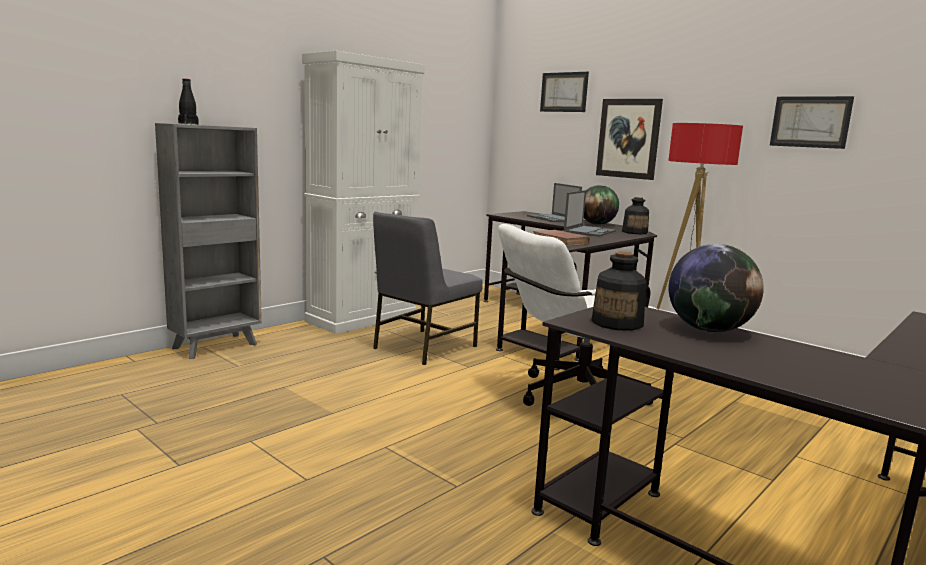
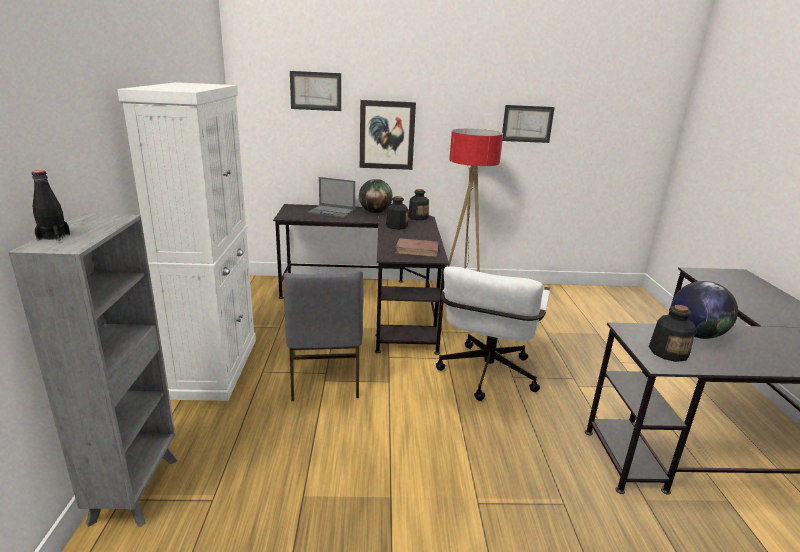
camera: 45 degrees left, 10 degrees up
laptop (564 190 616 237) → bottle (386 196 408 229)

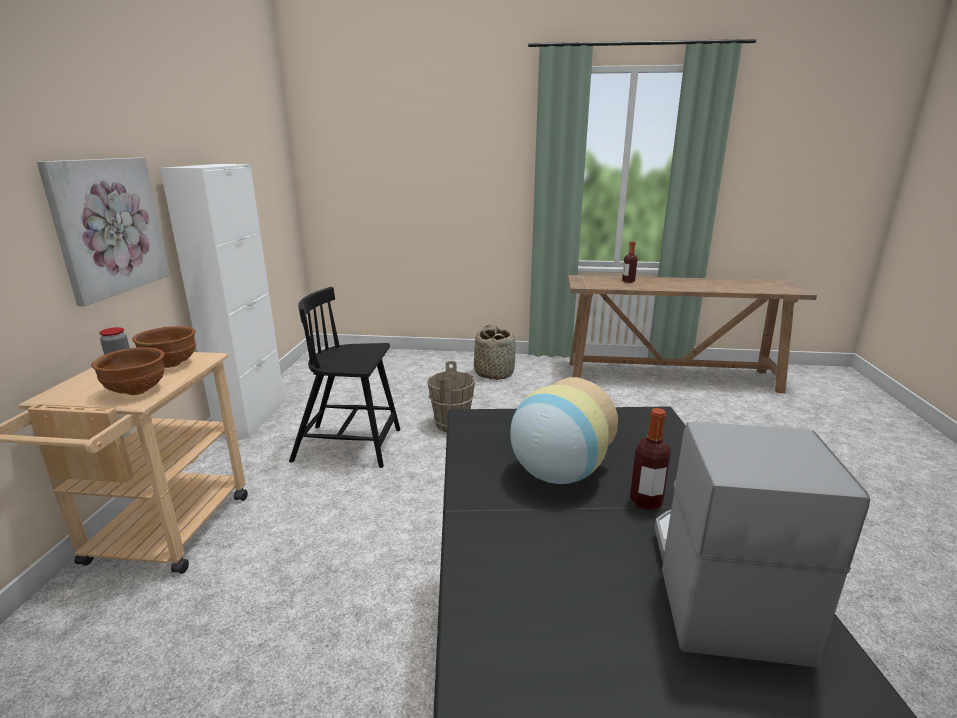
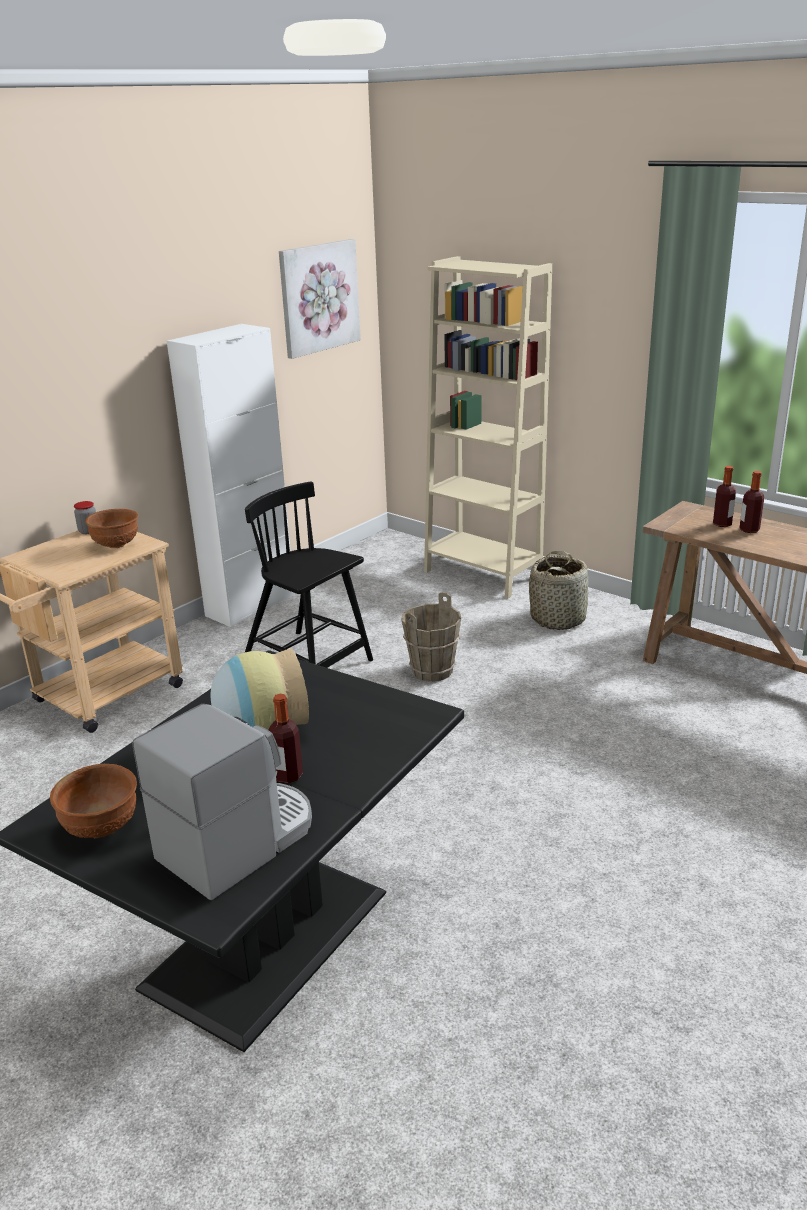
camera: 35 degrees right, 5 degrees up
picture (37 157 170 306) → picture (279 239 361 359), relocated
brown bowl (91 347 164 395) → brown bowl (50 764 137 838), relocated
- → beige bookcase (424 256 552 599)
- → bottle (713 466 736 527)

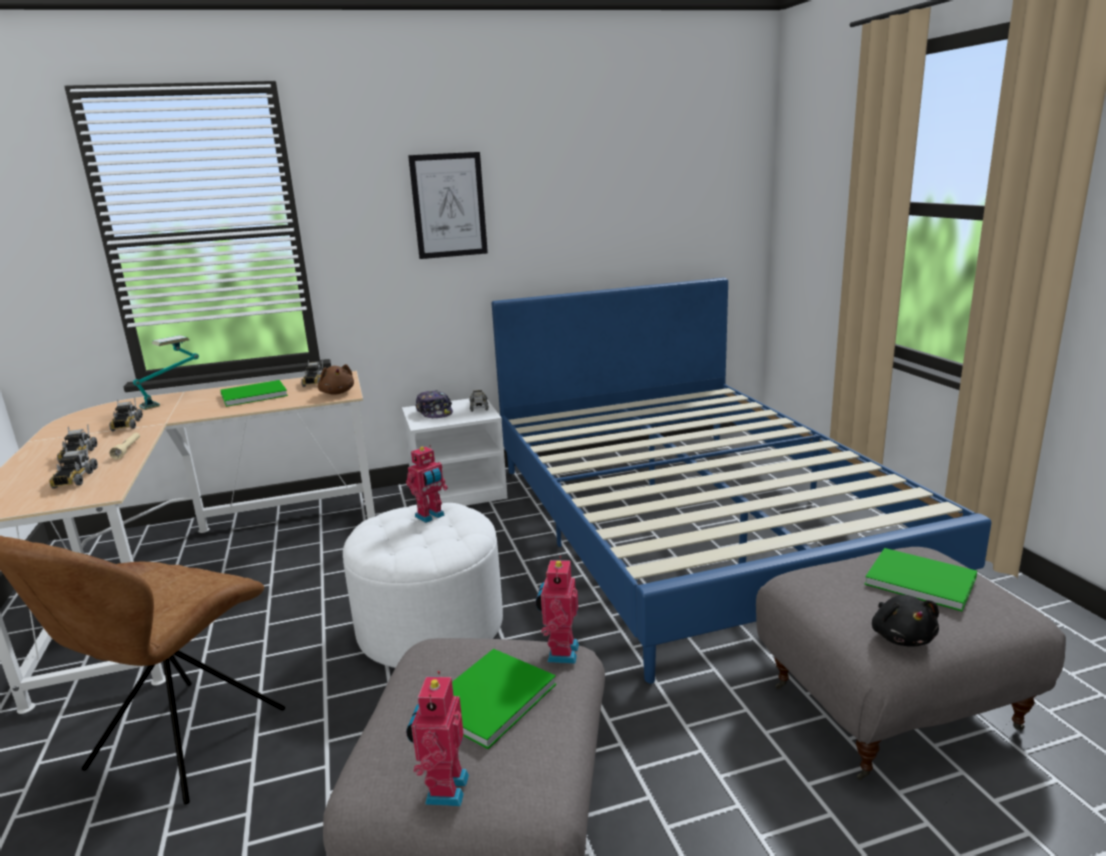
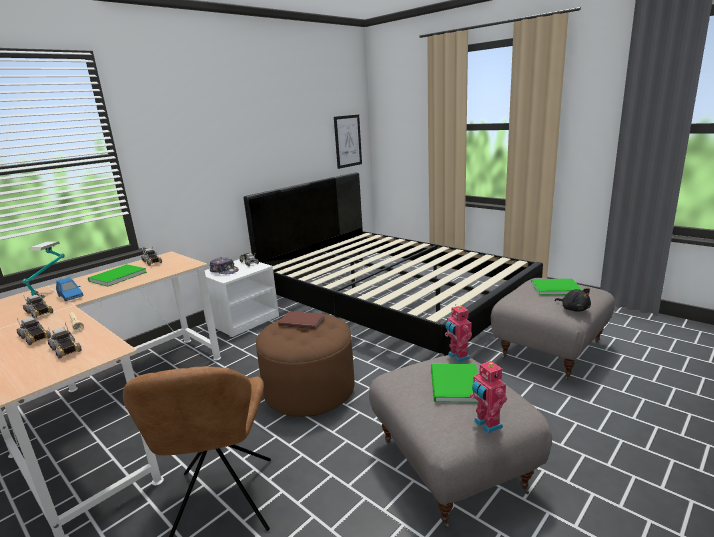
camera: 30 degrees left, 0 degrees up
brown plush toy (318 364 354 395) → -
white ottoman (343 503 503 668) → brown ottoman (256 313 355 417)
toy robot (406 445 448 523) → brown book (278 311 325 329)
picture (408 152 488 259) → picture (334 115 362 169), relocated
blue bed (492 278 991 684) → black bed (244 172 543 356)
- → blue toy car (56 278 84 301)

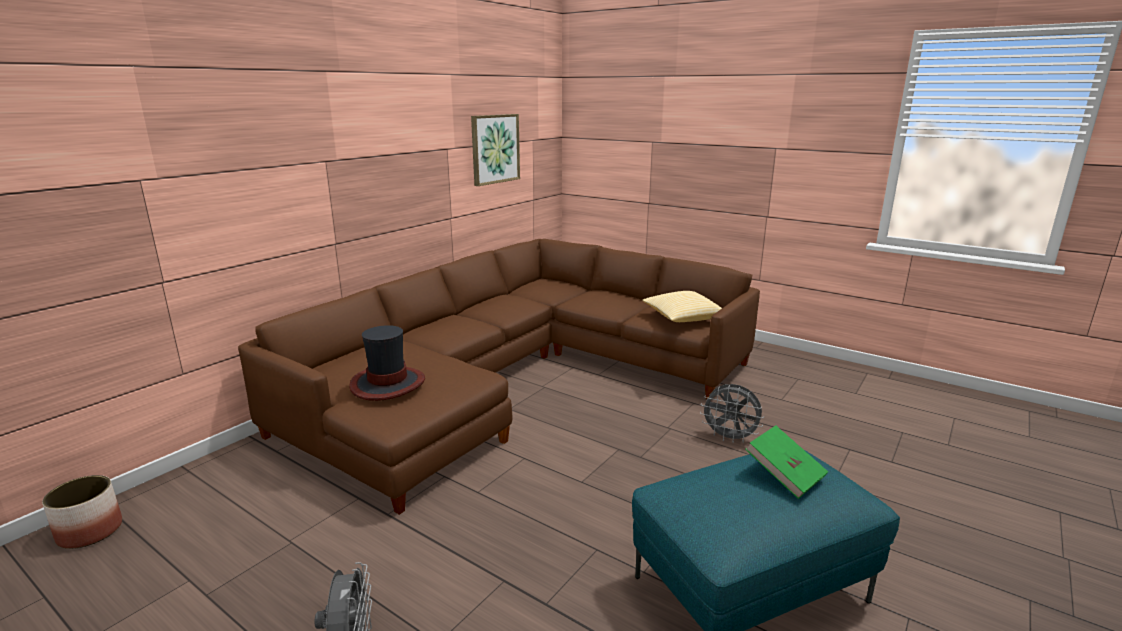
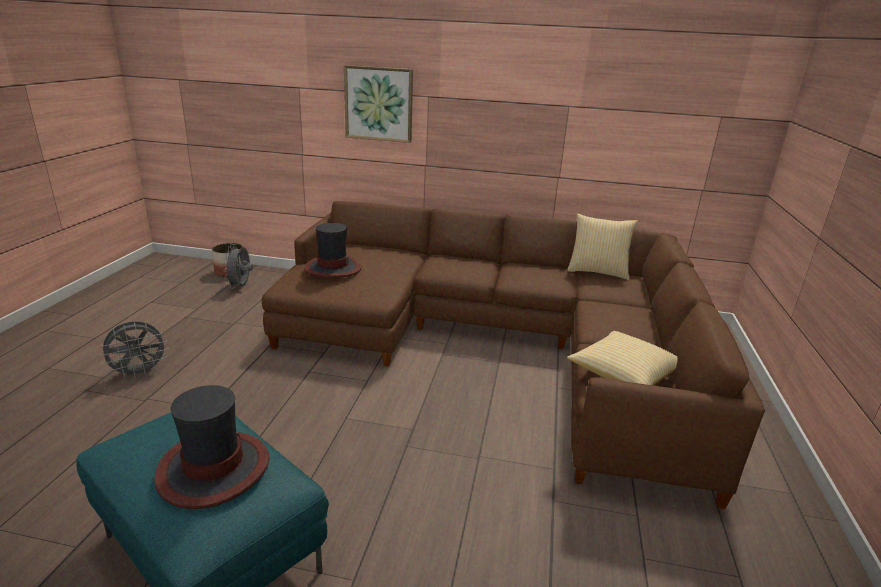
camera: 65 degrees right, 5 degrees up
picture (471 114 520 186) → picture (344 65 413 143), relocated
grey fan (700 384 764 443) → grey fan (223 244 253 289), relocated
green book (745 426 828 499) → hat (154 385 270 509)
- → pillow (567 214 638 280)

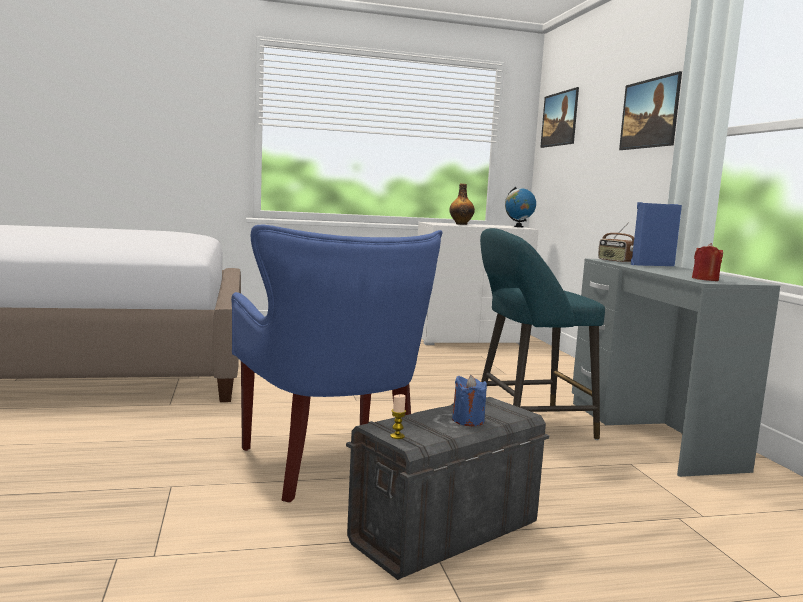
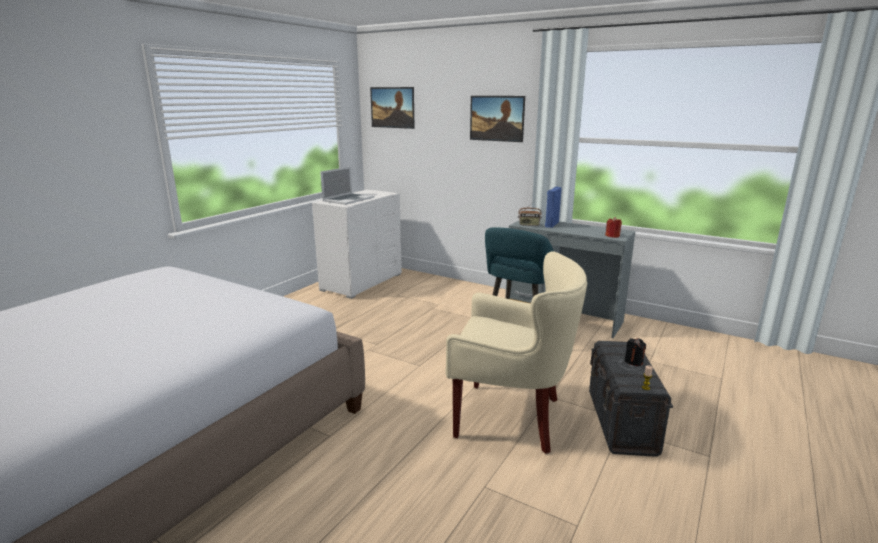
camera: 45 degrees left, 10 degrees up
blue armchair (231 225 442 503) → beige armchair (446 252 587 454)
bottle (449 183 475 225) → laptop (320 167 374 205)
blue candle (452 375 487 426) → black candle (624 338 646 366)
globe (505 187 536 227) → -

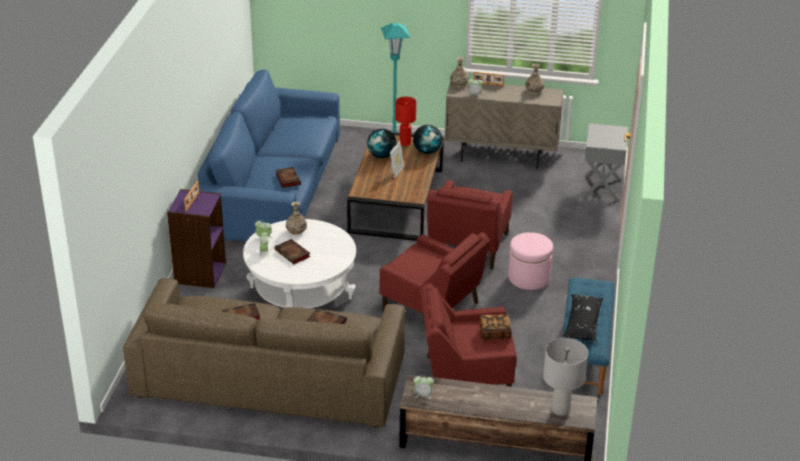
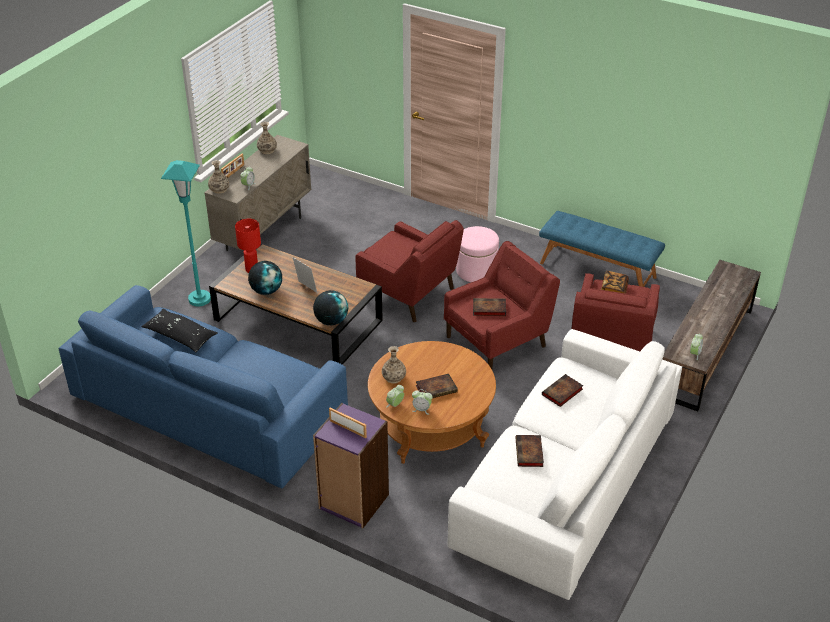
camera: 70 degrees left, 5 degrees up
brown sofa (123 278 405 428) → white sofa (447 329 682 600)
white coffee table (243 219 356 308) → brown coffee table (368 341 496 464)
book (276 167 301 188) → book (473 298 506 316), relocated
globe (413 125 442 154) → globe (313 290 348 325), relocated
grey table lamp (543 338 588 416) → -
black pillow (562 294 603 341) → black pillow (141 309 218 352), relocated
grey nightstand (581 123 628 201) → -

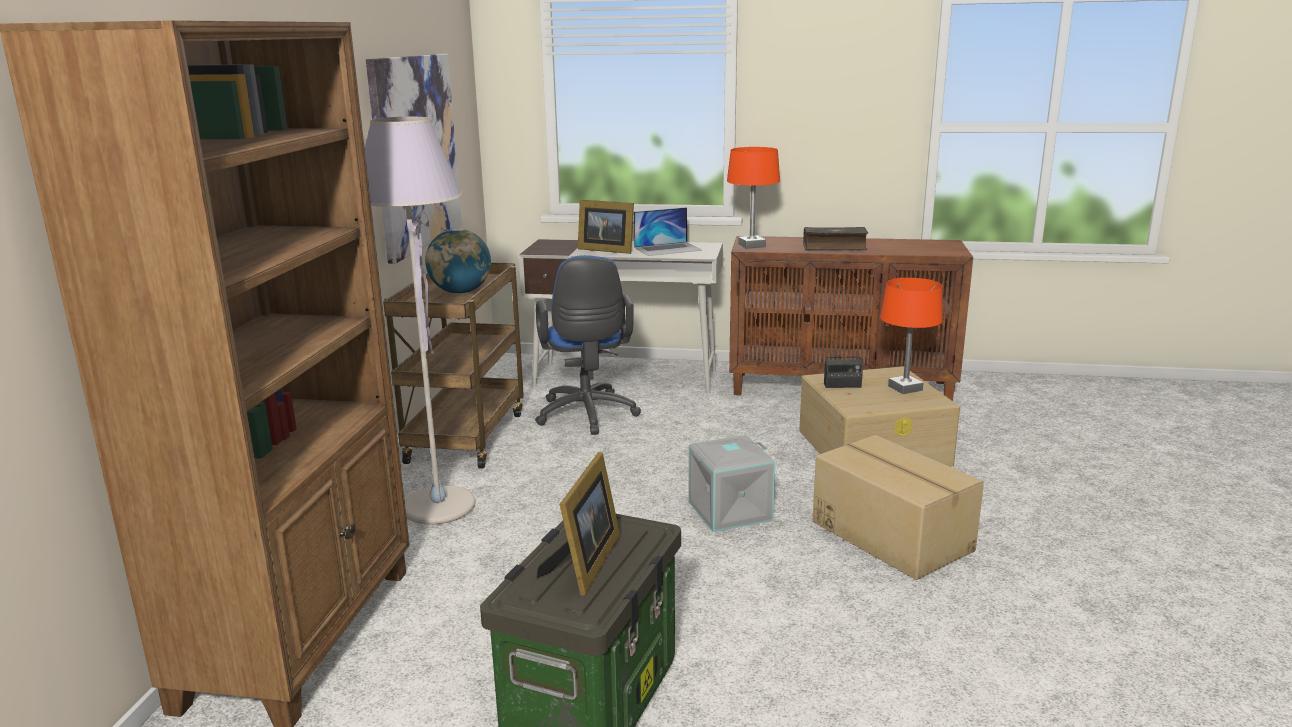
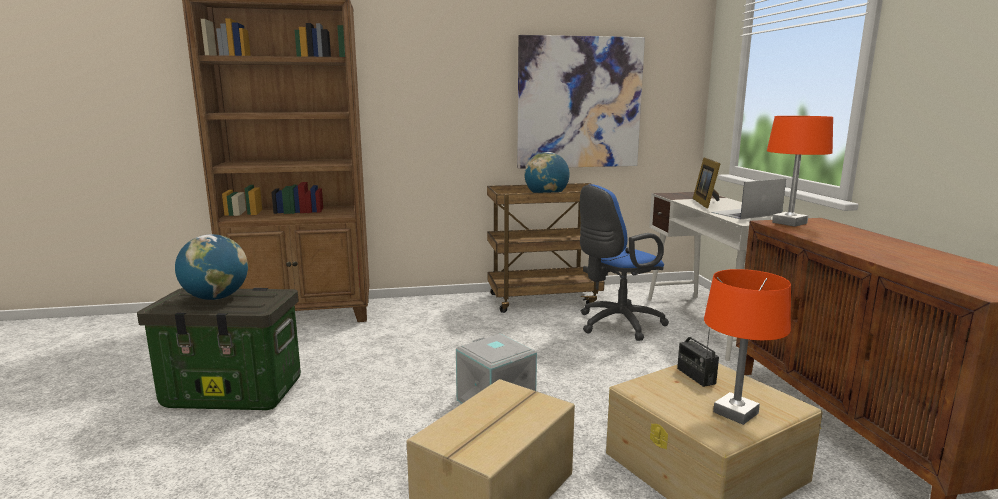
camera: 70 degrees right, 5 degrees down
grey floor lamp (365 117 476 525) → -
picture frame (536 452 620 596) → globe (175 234 248 300)
laptop (634 207 702 256) → laptop (711 179 786 219), 105 degrees clockwise
book (803 227 868 250) → -

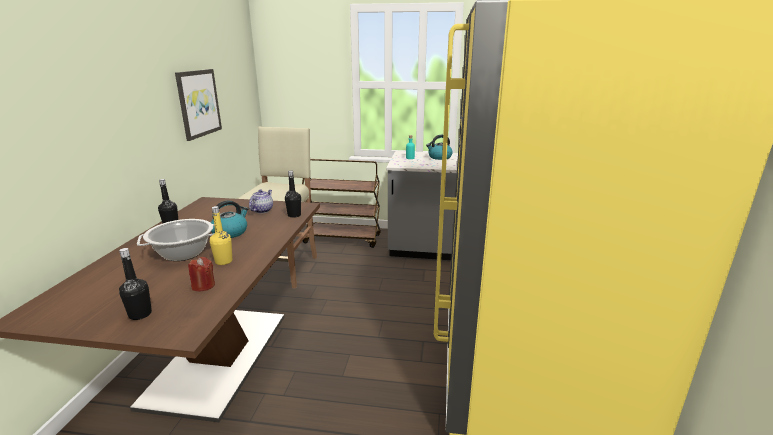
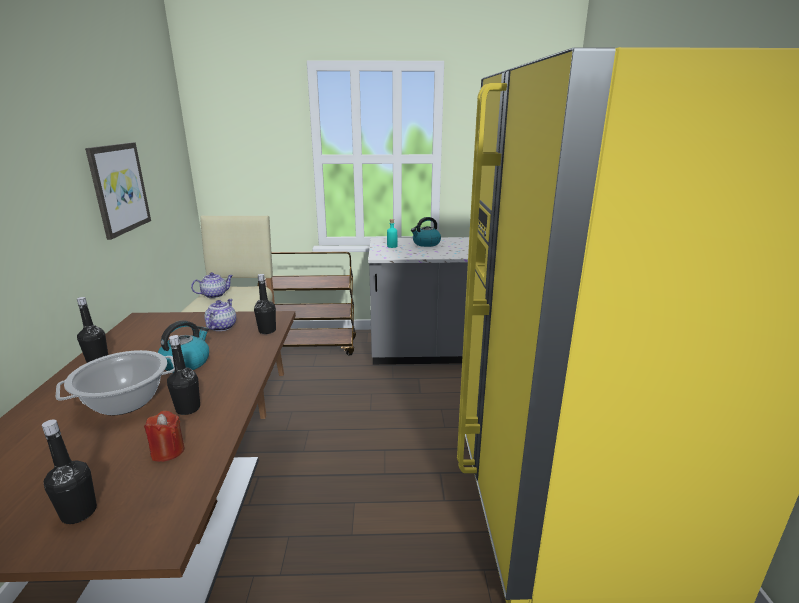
camera: 10 degrees left, 0 degrees up
yellow bottle (210 206 232 265) → black bottle (167 335 200 415)
- → teapot (191 272 233 298)

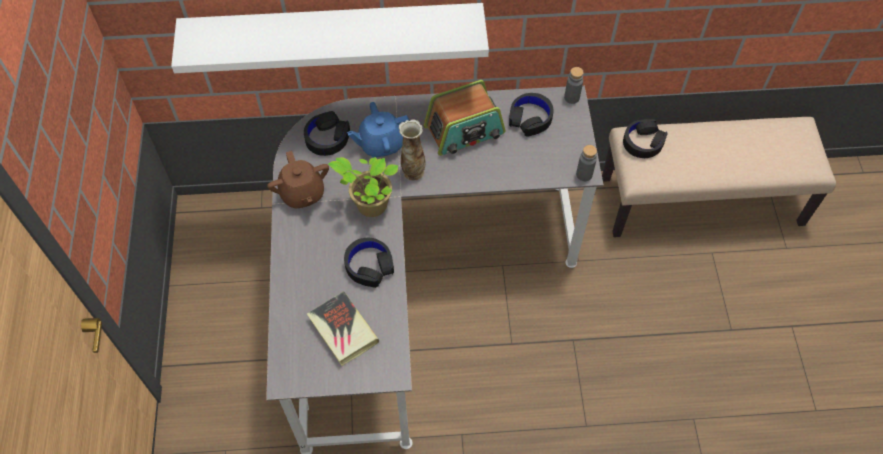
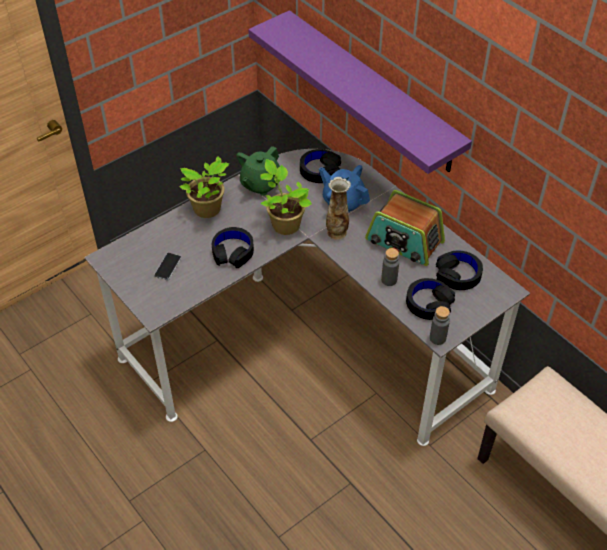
camera: 55 degrees right, 10 degrees down
white shelf (171 3 489 73) → purple shelf (248 10 472 174)
brown teapot (267 151 329 209) → green teapot (236 146 280 196)
book (307 291 379 366) → phone (154 253 182 280)
grey bottle (564 67 584 104) → grey bottle (381 248 399 286), relocated
black headphones (623 119 668 158) → black headphones (406 278 455 320), relocated
- → potted plant (180 156 229 218)

